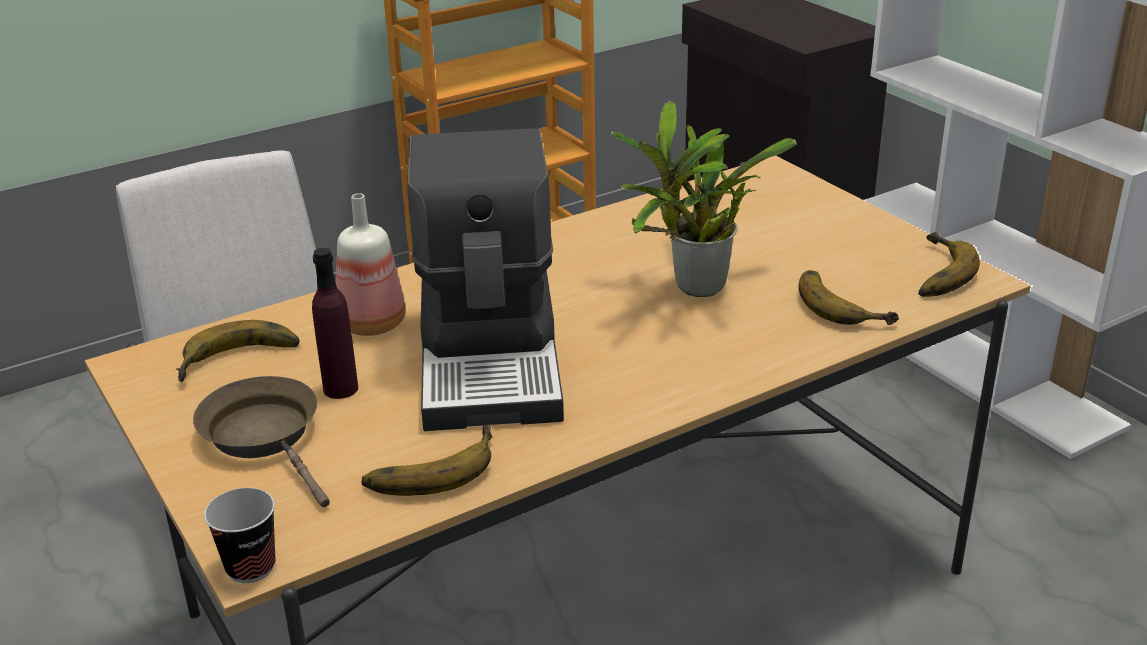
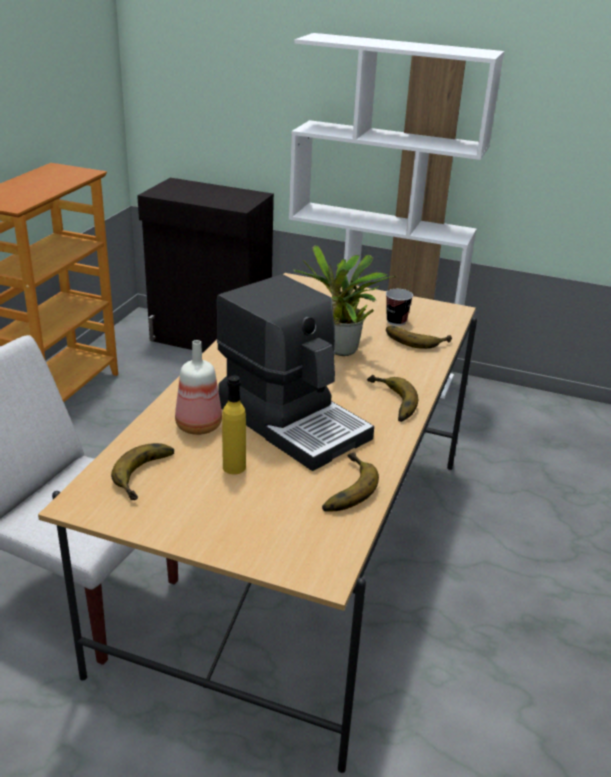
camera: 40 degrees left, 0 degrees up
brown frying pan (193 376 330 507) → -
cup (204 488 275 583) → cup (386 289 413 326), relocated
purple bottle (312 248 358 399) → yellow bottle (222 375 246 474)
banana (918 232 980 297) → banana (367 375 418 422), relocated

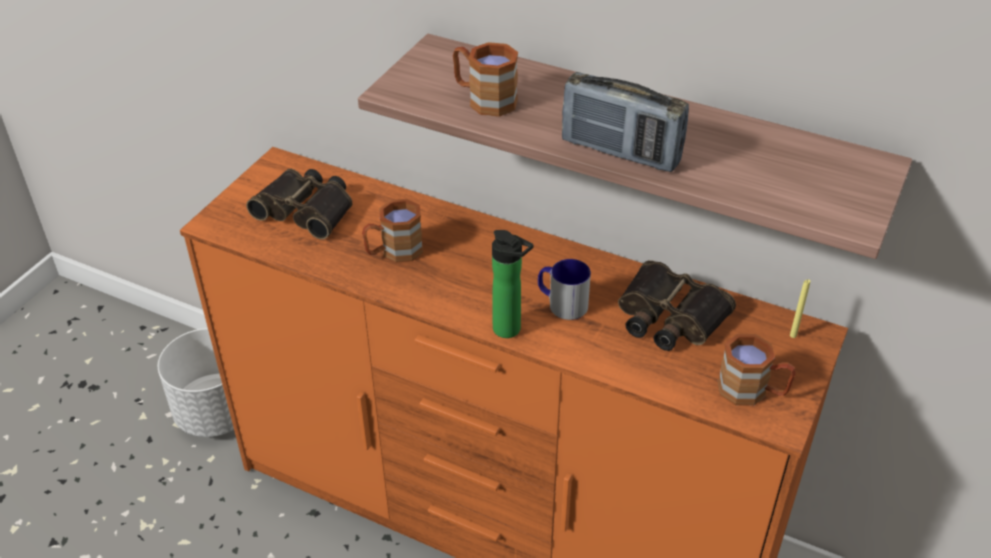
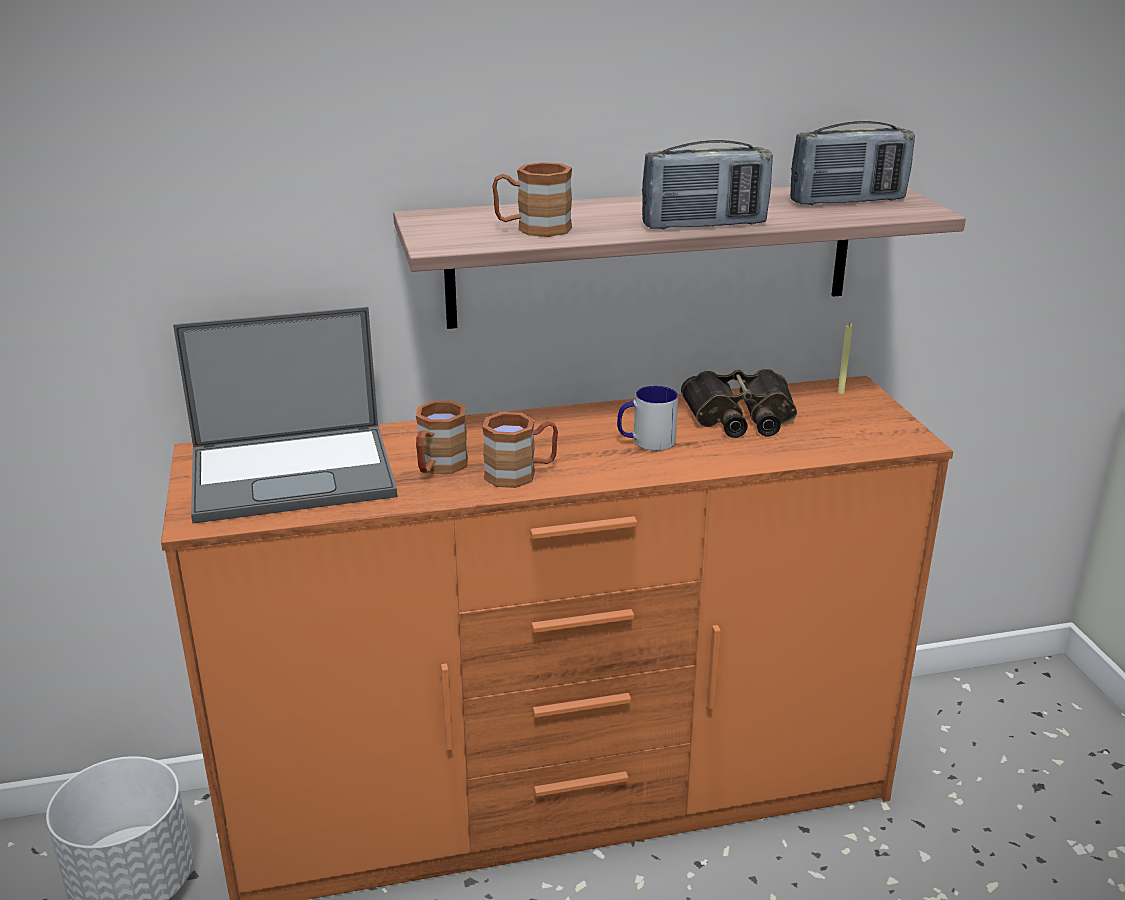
camera: 40 degrees left, 15 degrees down
binoculars (246 169 352 239) → laptop (173 307 397 523)
bottle (492 230 534 338) → -
brown mug (718 334 796 406) → brown mug (482 412 558 488), relocated
- → radio (790 121 915 205)

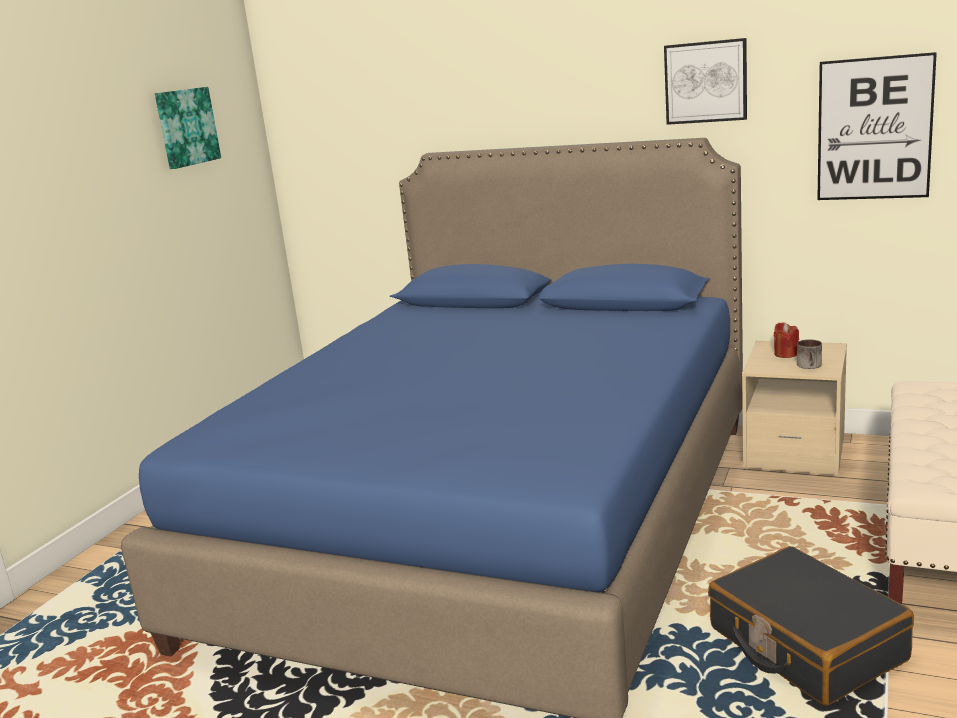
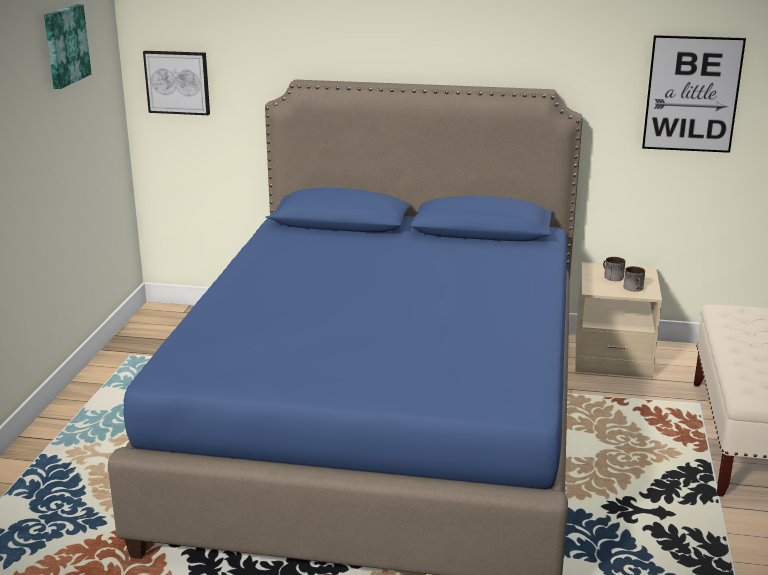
camera: 15 degrees left, 5 degrees up
picture (664 38 747 125) → picture (143 51 210 115), relocated
black suitcase (708 546 914 706) → -
red candle (774 322 799 358) → mug (603 257 625 281)

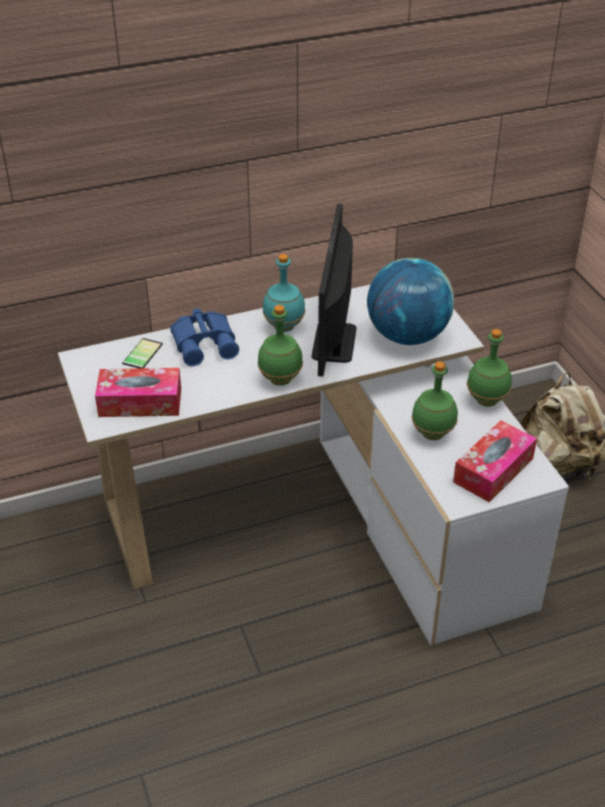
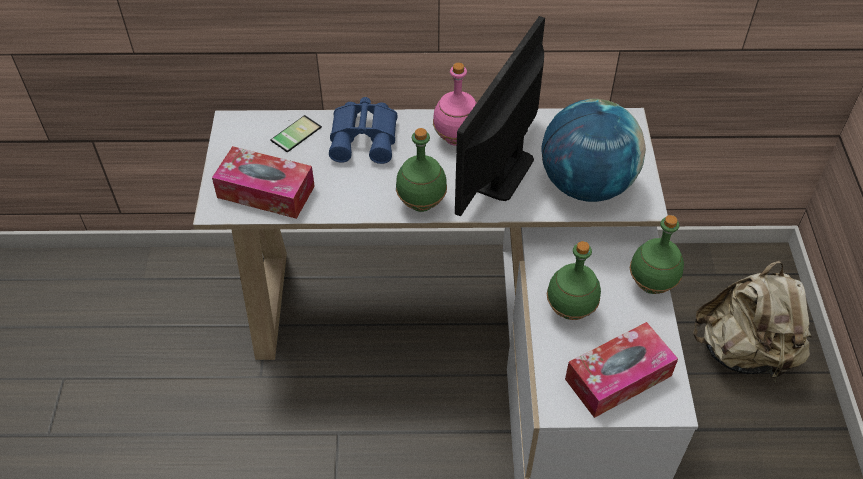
camera: 20 degrees right, 10 degrees up
turquoise bottle (263 254 305 332) → pink bottle (433 63 477 146)

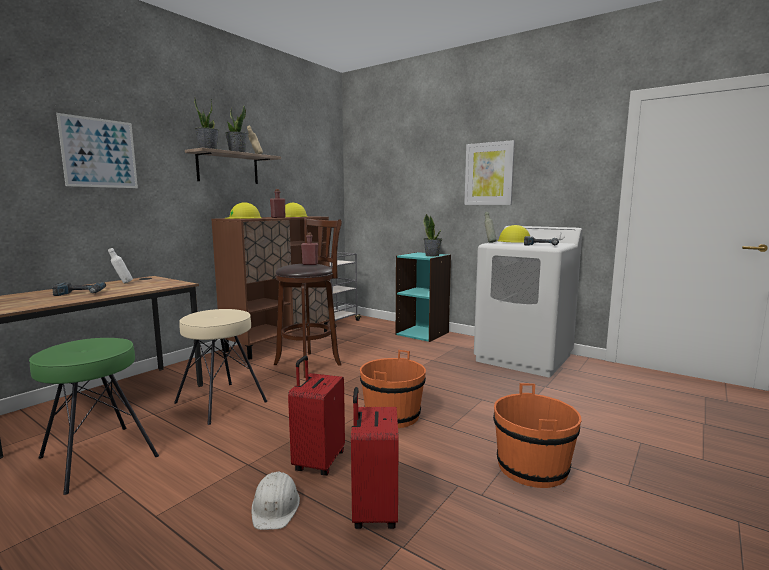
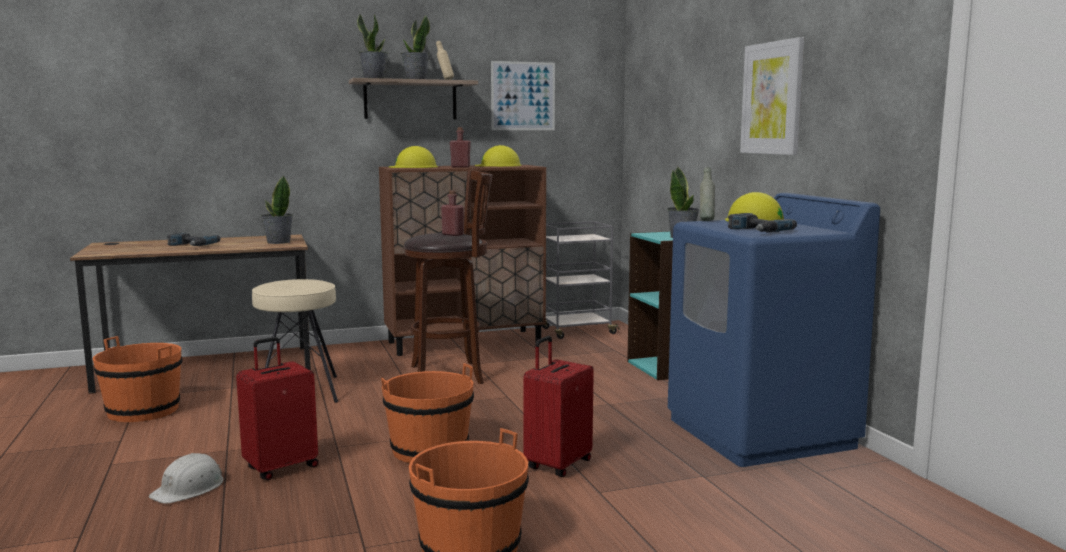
camera: 35 degrees right, 0 degrees up
green stool (29 338 159 495) → orange bucket (93 336 183 422)
picture (56 113 138 188) → picture (491 61 555 130), relocated
white bottle (108 248 133 283) → -
red suitcase (351 387 399 529) → red suitcase (523 336 594 477), relocated
white washing machine (474 226 583 377) → blue washing machine (668 193 880 467)
- → potted plant (261 175 293 244)

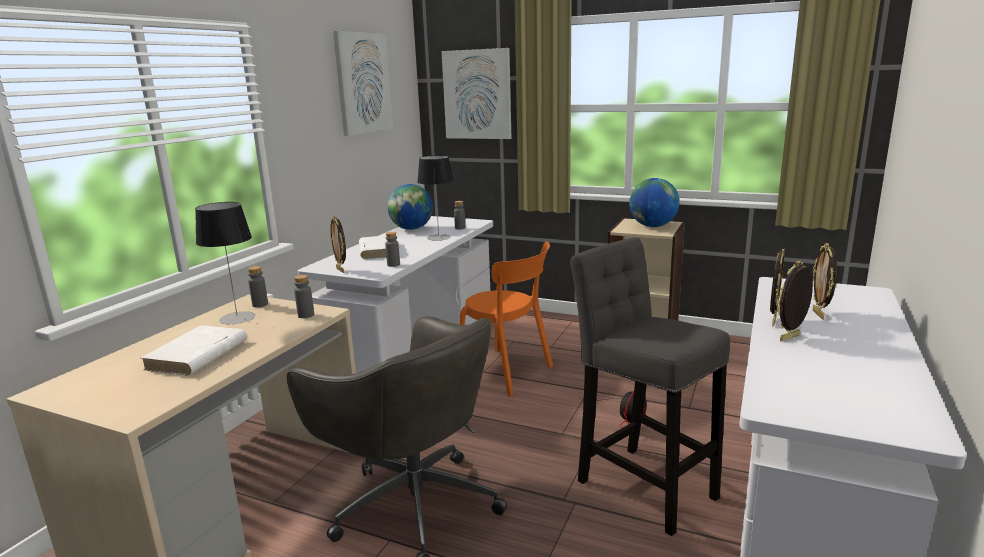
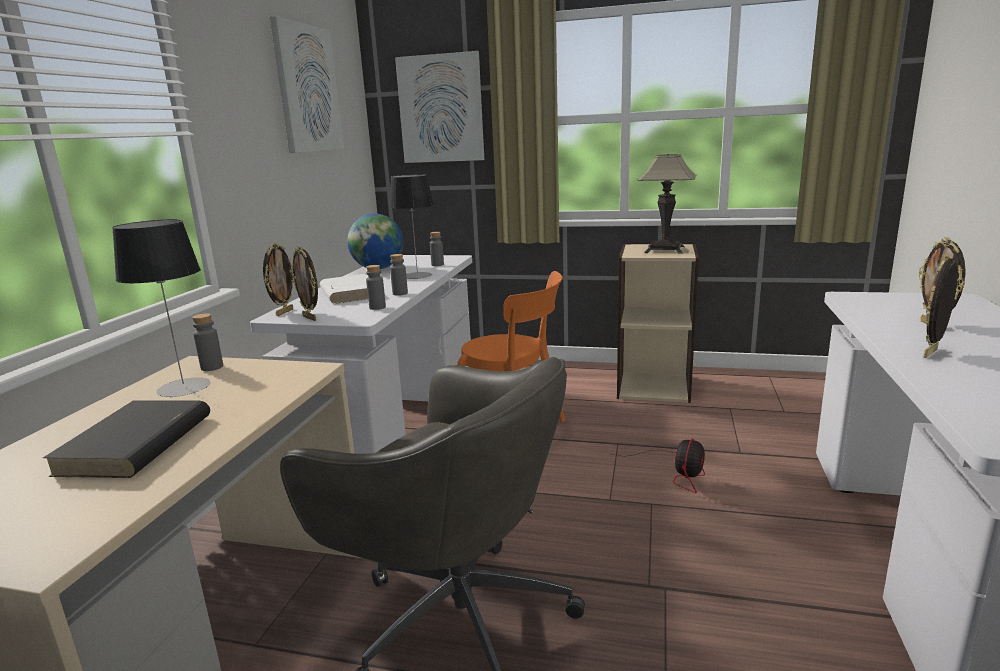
camera: 10 degrees left, 0 degrees up
white book (141 325 247 376) → black book (43 401 210 478)
grey bottle (294 275 314 318) → grey bottle (390 254 408 296), relocated
grey stool (570 237 730 536) → -
globe (629 178 680 227) → table lamp (637 154 696 254)
picture frame (770 249 785 326) → picture frame (263 242 294 316), relocated

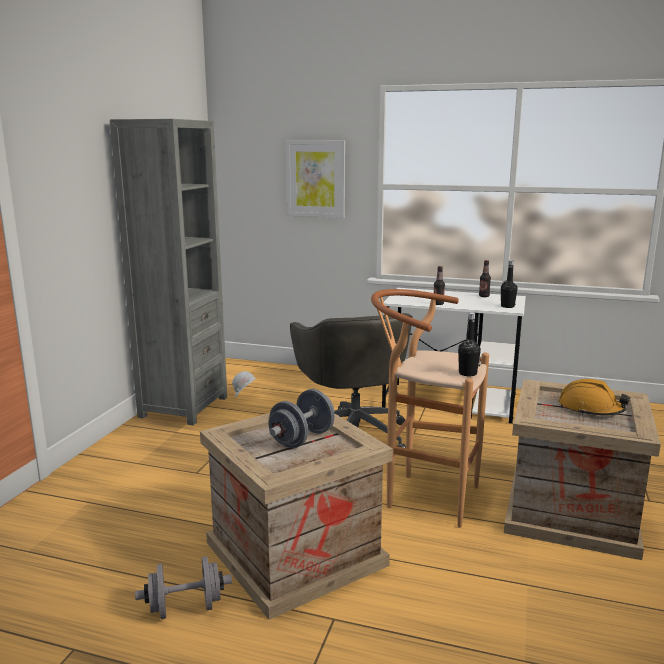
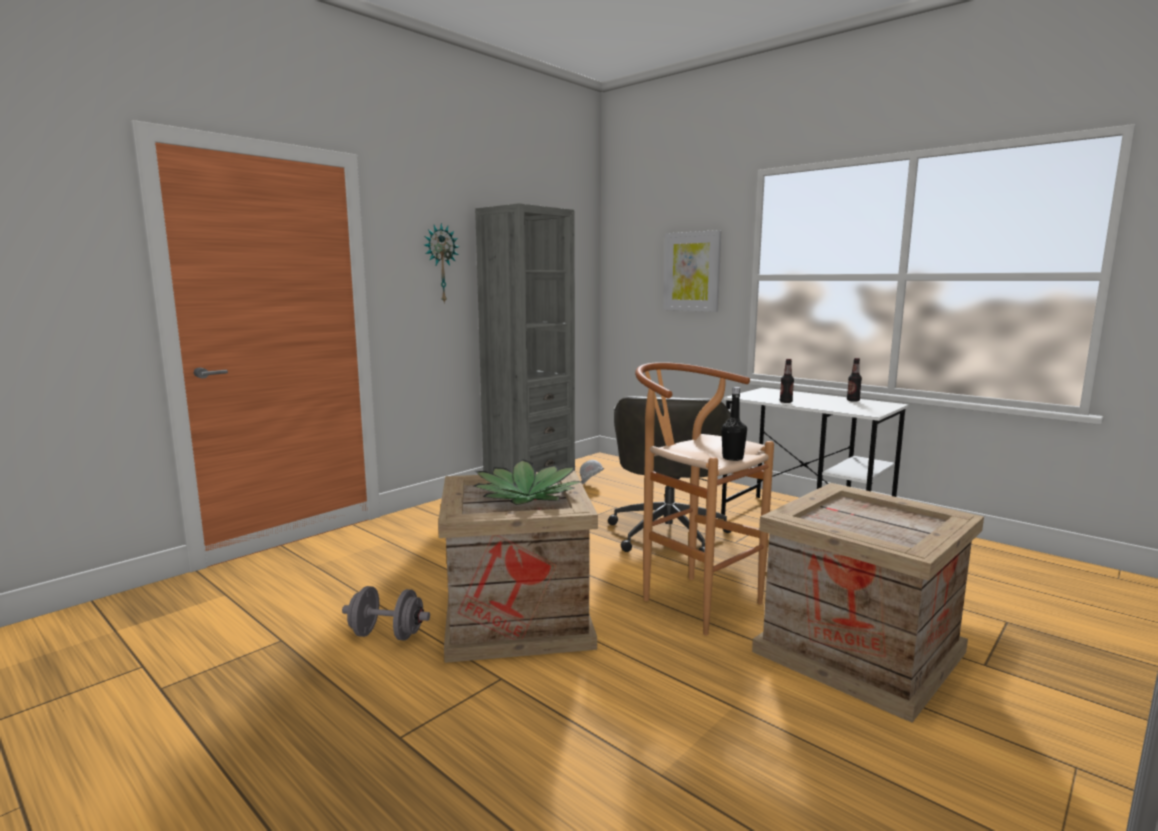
camera: 25 degrees right, 5 degrees down
grey dumbbell (268 389 334 448) → potted plant (474 459 581 505)
black bottle (501 260 518 308) → -
orange hard hat (559 379 630 416) → -
- → wall clock (424 223 459 304)

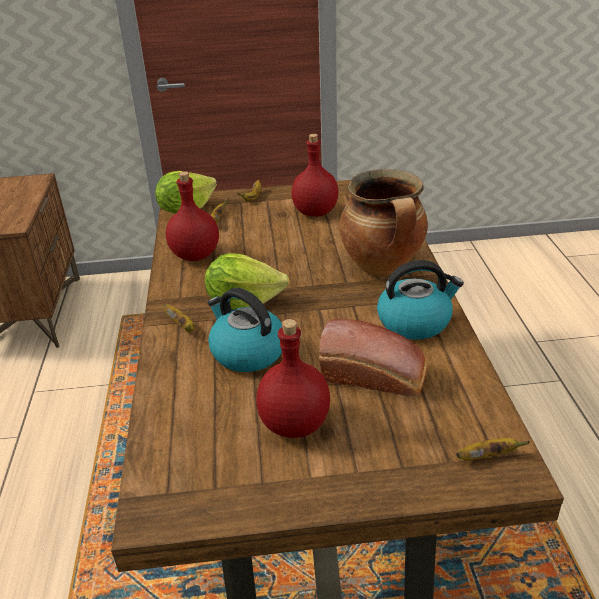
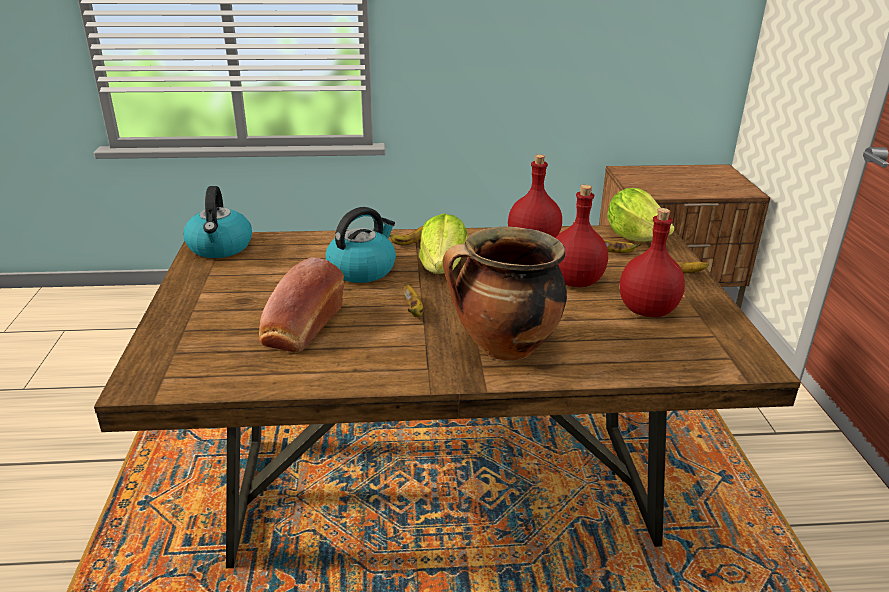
camera: 90 degrees right, 5 degrees down
red bottle (256 319 330 438) → red bottle (556 185 608 287), relocated
kettle (377 260 464 340) → kettle (183 186 252 258), relocated
banana (456 438 530 461) → banana (404 284 423 317), relocated

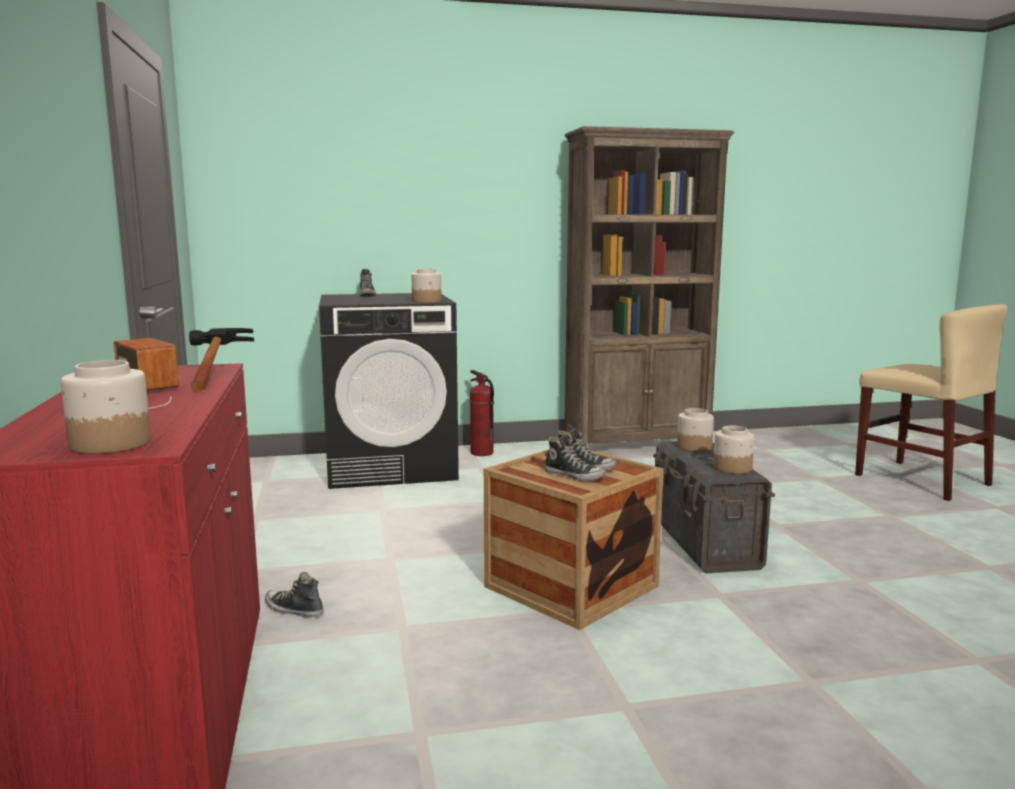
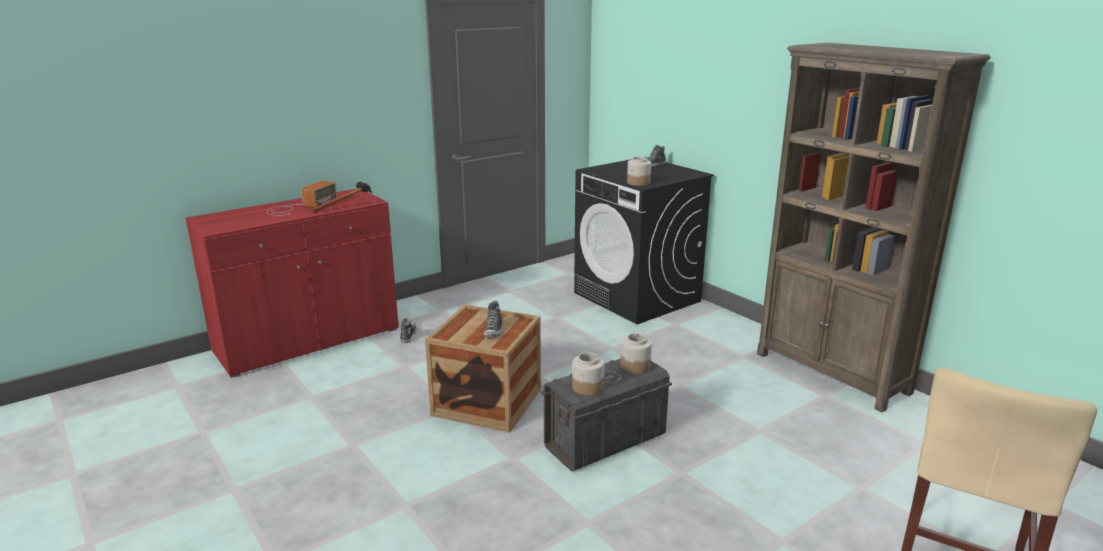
camera: 65 degrees right, 10 degrees up
jar (61 360 151 454) → -
fire extinguisher (470 370 494 456) → -
shoe (545 435 606 481) → -

